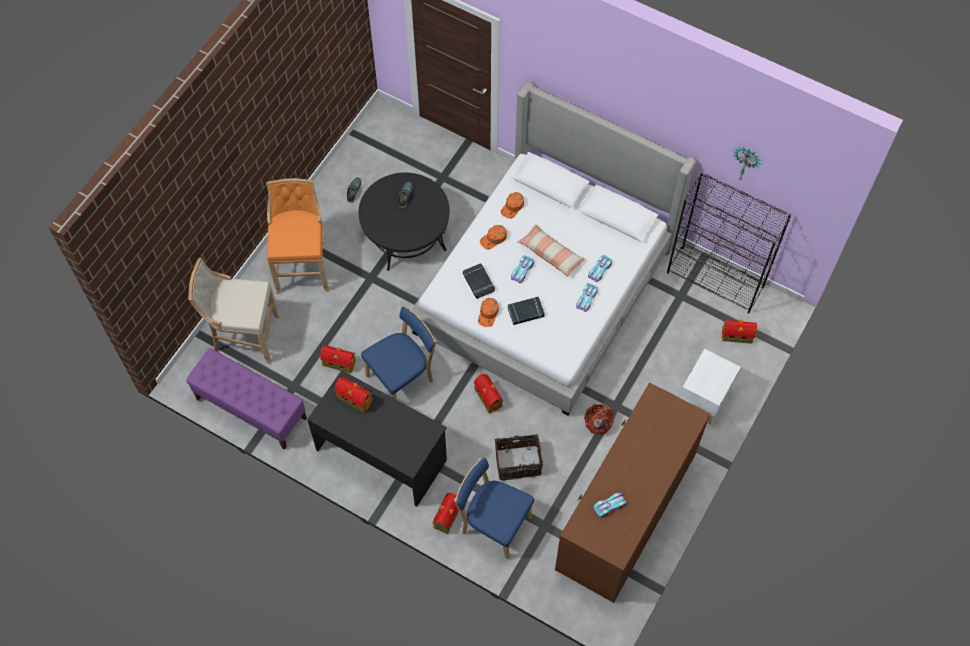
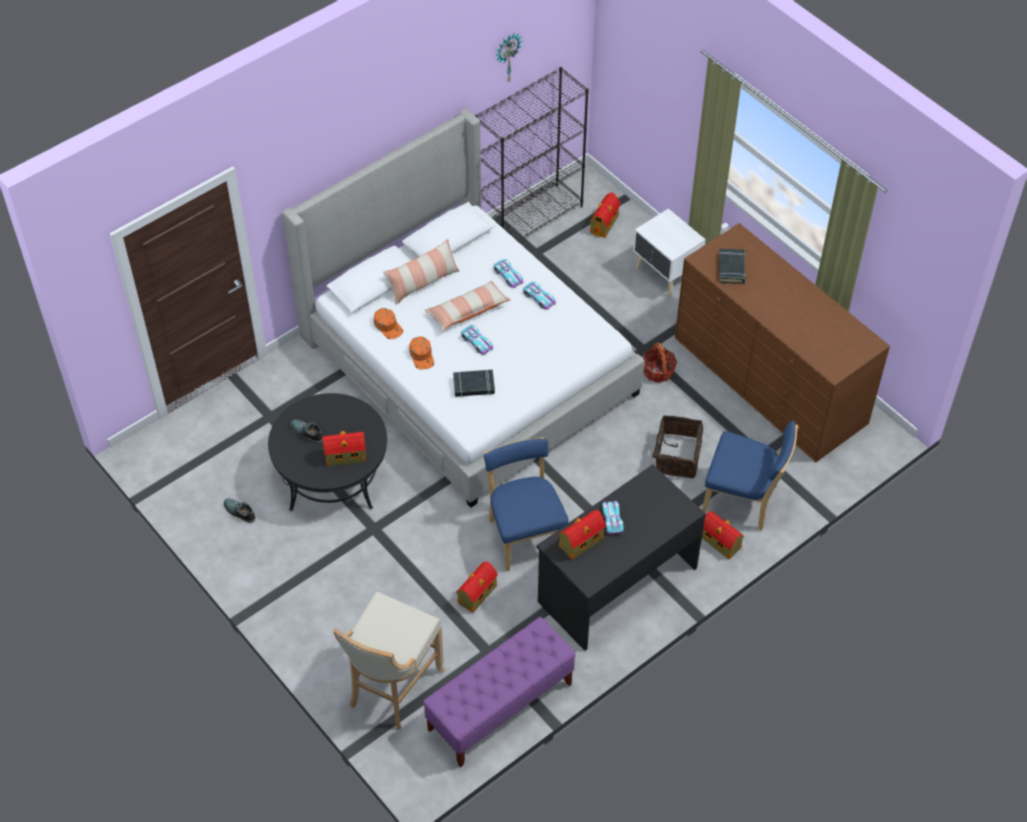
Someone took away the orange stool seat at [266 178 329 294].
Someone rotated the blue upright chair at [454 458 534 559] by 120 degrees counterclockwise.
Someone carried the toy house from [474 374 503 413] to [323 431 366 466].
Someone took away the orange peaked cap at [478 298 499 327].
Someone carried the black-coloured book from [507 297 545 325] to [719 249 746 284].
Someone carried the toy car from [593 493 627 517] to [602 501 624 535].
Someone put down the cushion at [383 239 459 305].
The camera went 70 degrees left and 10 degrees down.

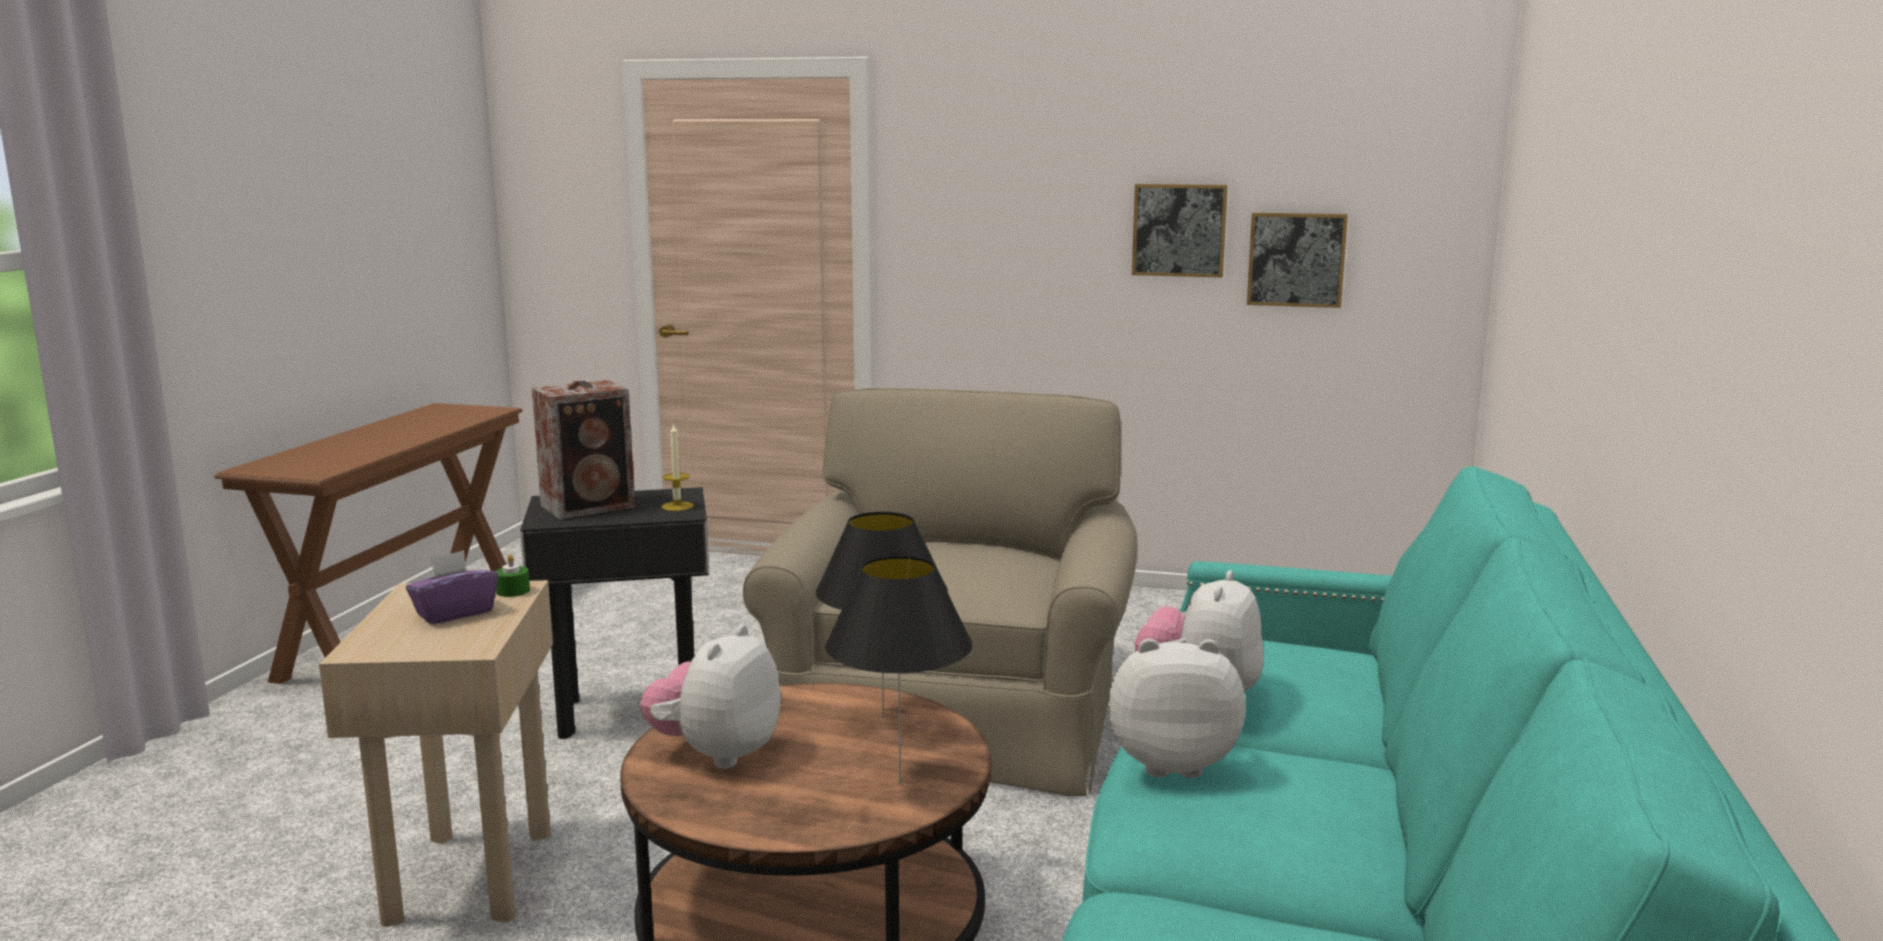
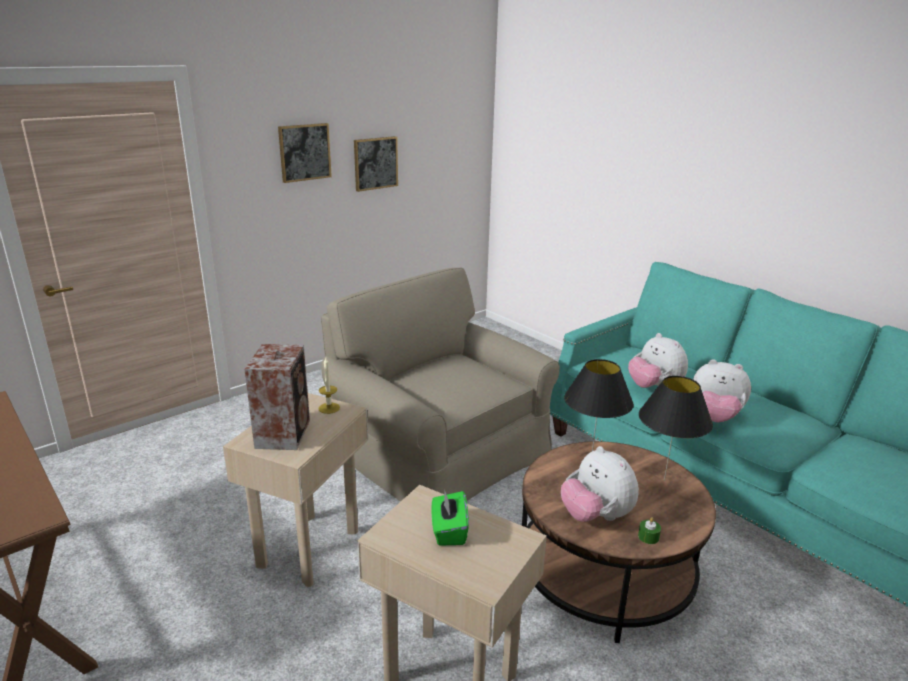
Someone repainted the purple tissue holder at [406 550 498 624], which became the green tissue holder at [432 491 469 546].
Someone carried the green candle from [496 554 530 597] to [638 517 661 544].
Someone repainted the black-coloured end table at [520 487 709 739], which became the beige-coloured end table at [223 393 368 587].
Someone rotated the plush toy at [1108 638 1246 778] by 105 degrees counterclockwise.
Someone carried the wall art from [1247 213 1348 308] to [278 123 332 183].
The camera went 55 degrees left and 10 degrees up.

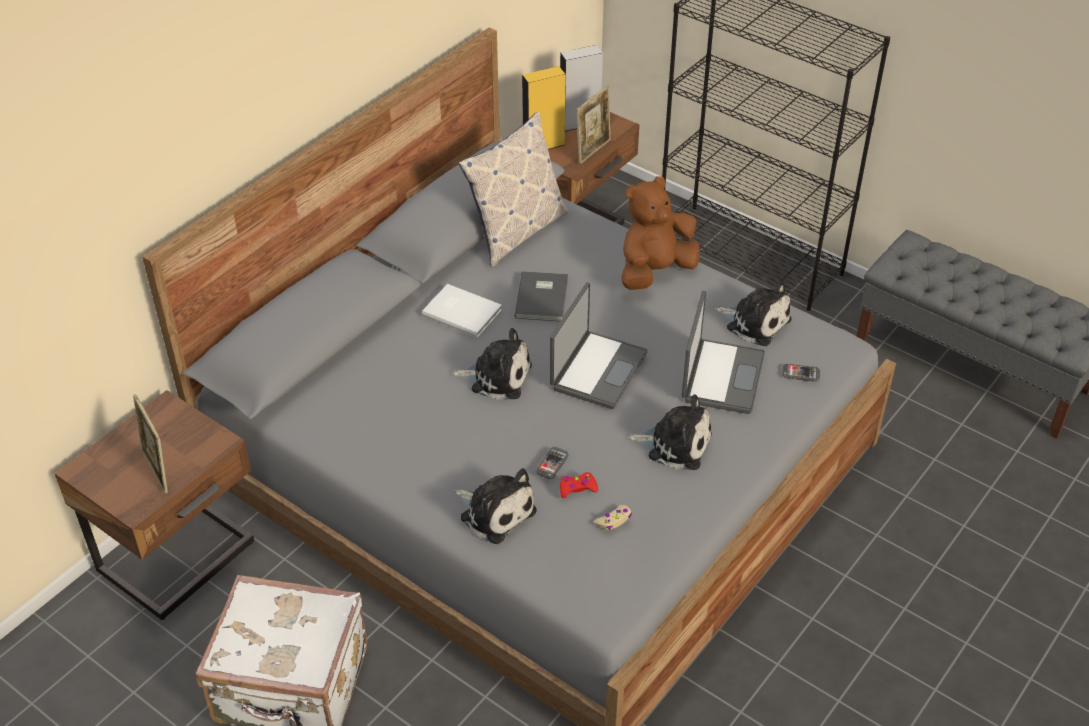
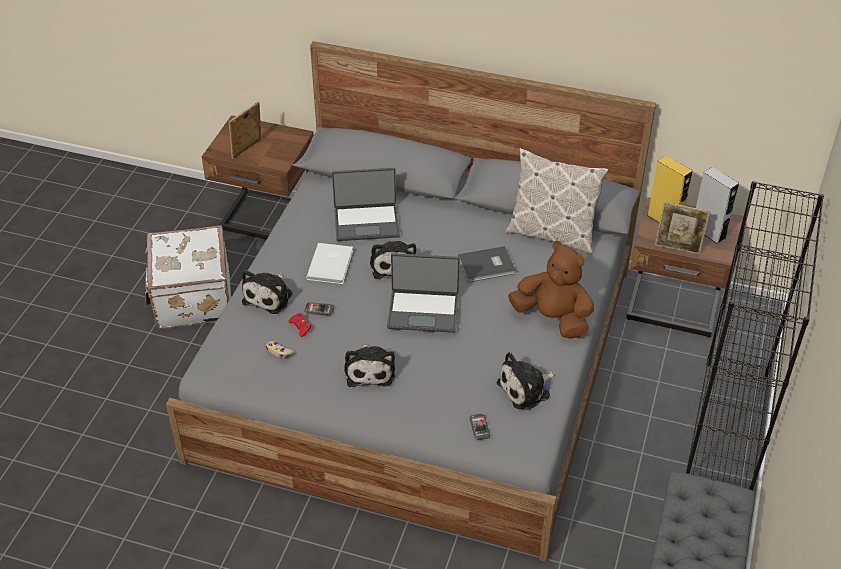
Someone carried the whitish book from [422 284 502 338] to [306 243 353 284].
Someone carried the portable computer from [682 291 765 414] to [332 168 400 241].
Someone rotated the plush toy at [715 280 792 346] by 45 degrees clockwise.
The camera went 70 degrees right and 0 degrees up.

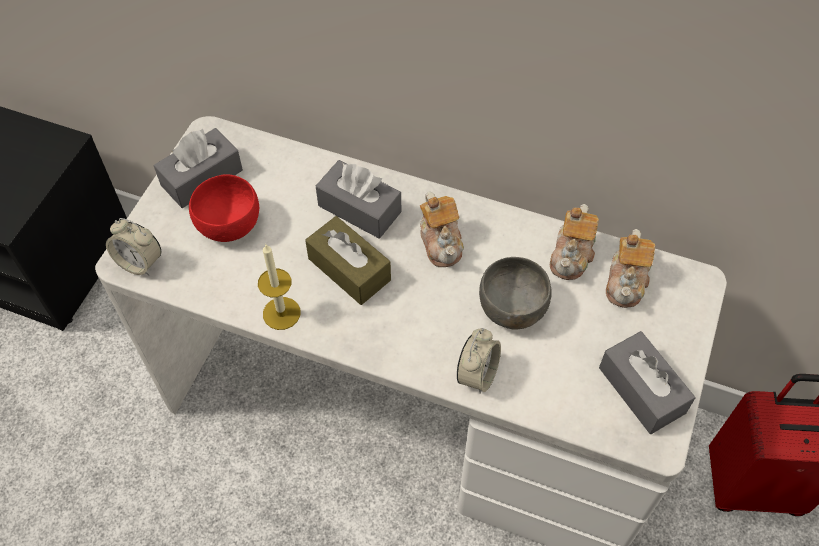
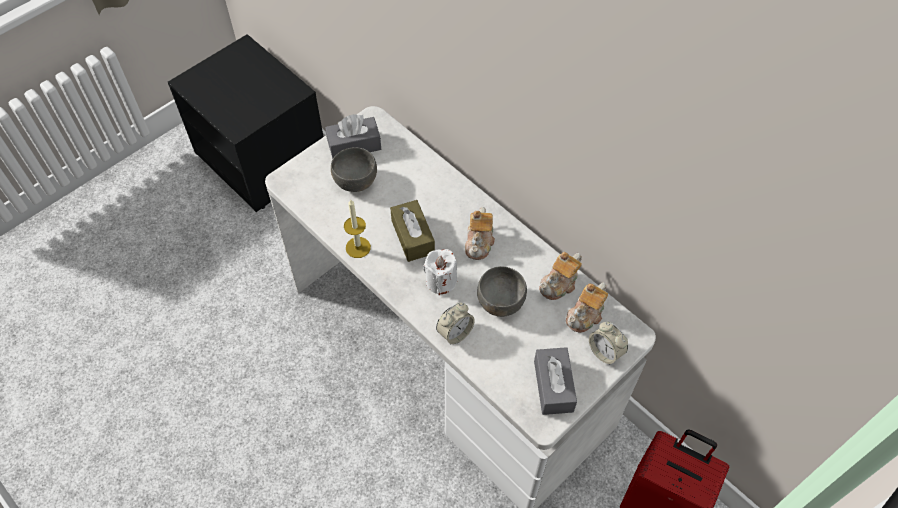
Someone carried the alarm clock from [106 218 161 276] to [589 322 628 365].
Someone repainted the red deep dish at [189 174 259 242], which became the gray deep dish at [331 148 377 192].
Someone took away the gray tissue holder at [316 160 401 238].
Someone put down the whitish candle at [423 249 457 295].
The camera went 25 degrees right and 0 degrees up.

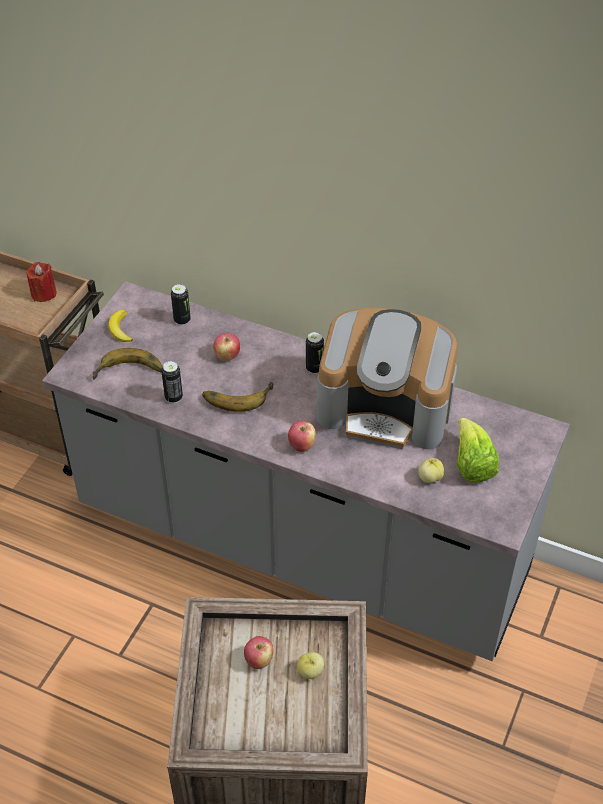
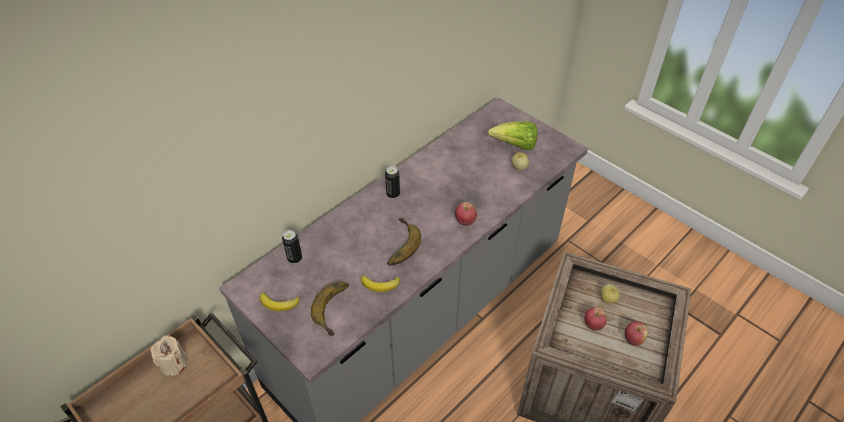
Someone repainted the red candle at [26 262 57 302], which became the beige-coloured candle at [151 335 187 376].
Someone swapped the can at [161 361 183 403] for the banana at [361 276 399 292].
Someone carried the whole apple from [213 333 240 361] to [625 321 648 346].
Someone took away the coffee machine at [317 308 458 449].
The camera went 70 degrees left and 0 degrees up.

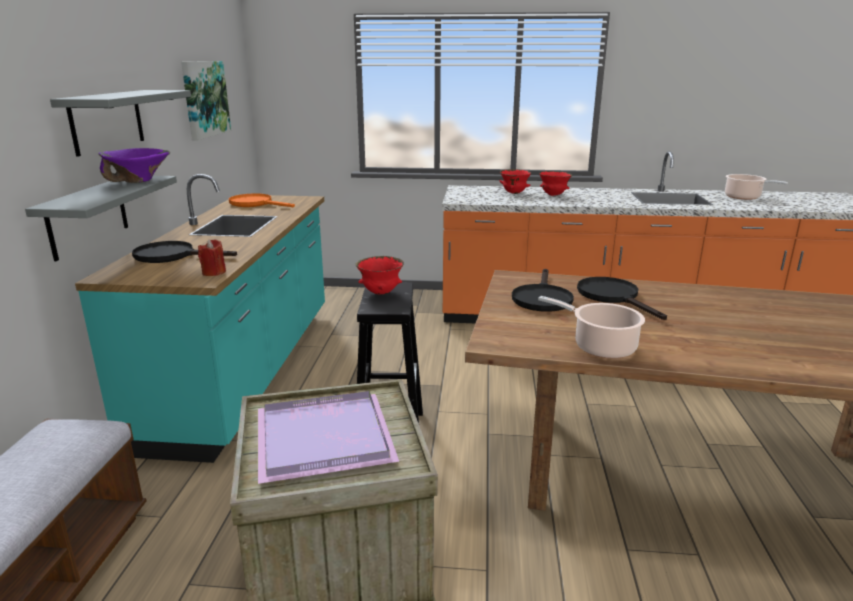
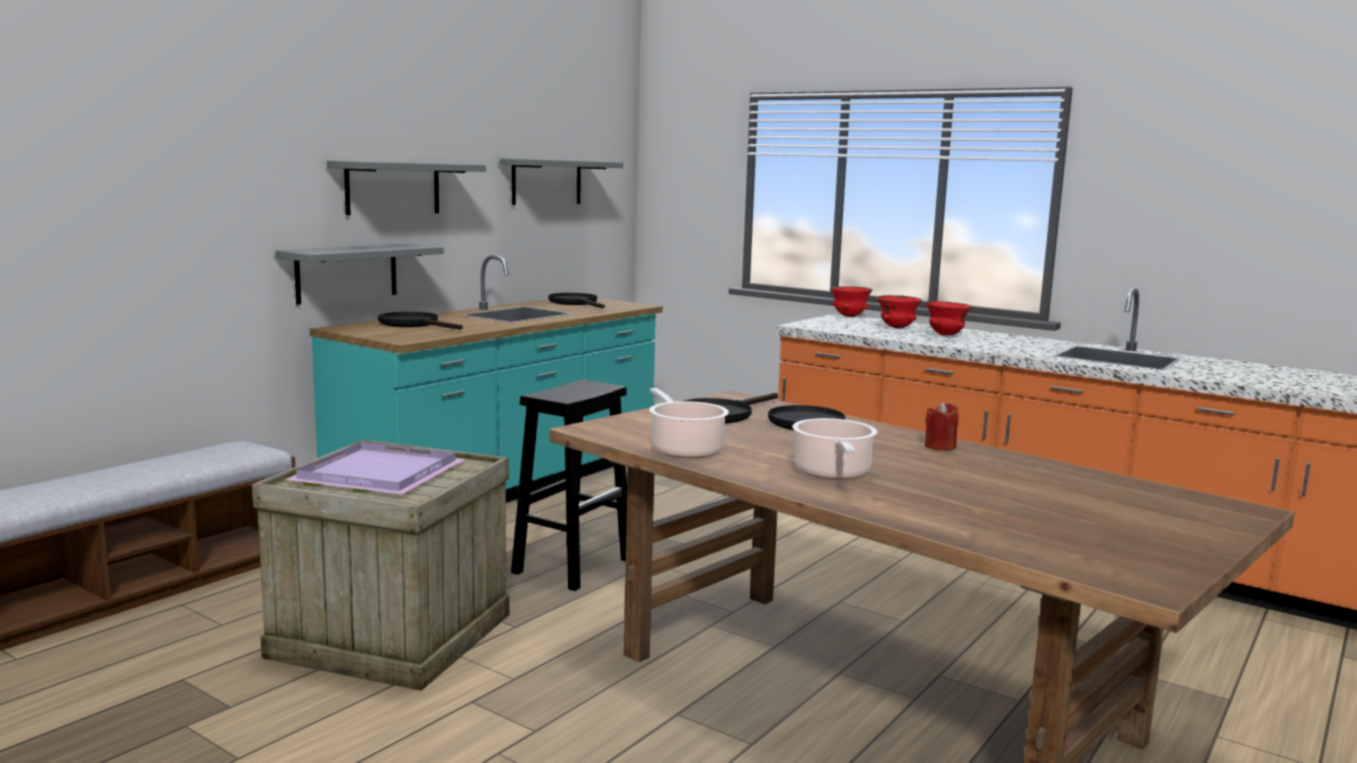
Someone took away the purple deep dish at [98 148 170 183].
Someone swapped the wall art at [181 61 231 140] for the gray shelf at [500 158 623 205].
Someone carried the red candle from [198 240 226 276] to [925 402 959 451].
Someone repainted the orange frying pan at [229 193 295 207], which became the black-coloured frying pan at [548 293 605 308].
Someone carried the red deep dish from [355 256 404 295] to [830 286 872 317].
Someone carried the saucepot from [725 174 788 200] to [792 418 877 480].
The camera went 30 degrees right and 10 degrees down.

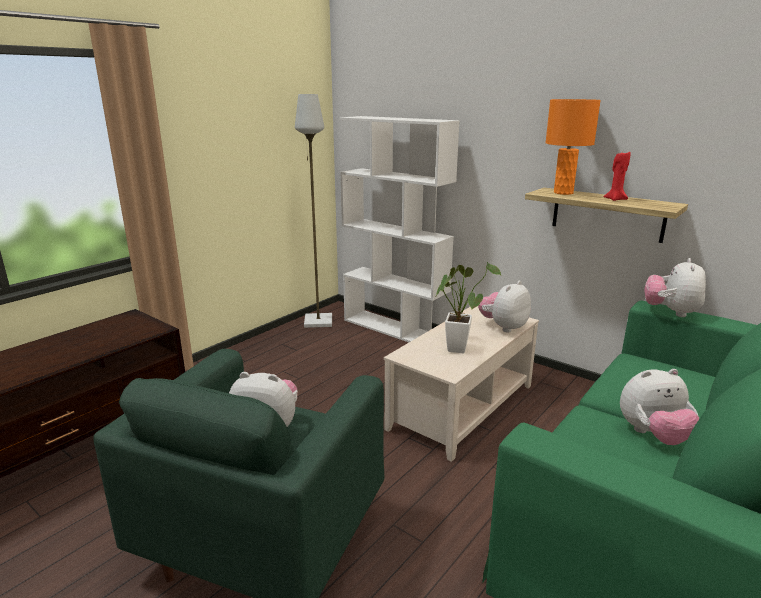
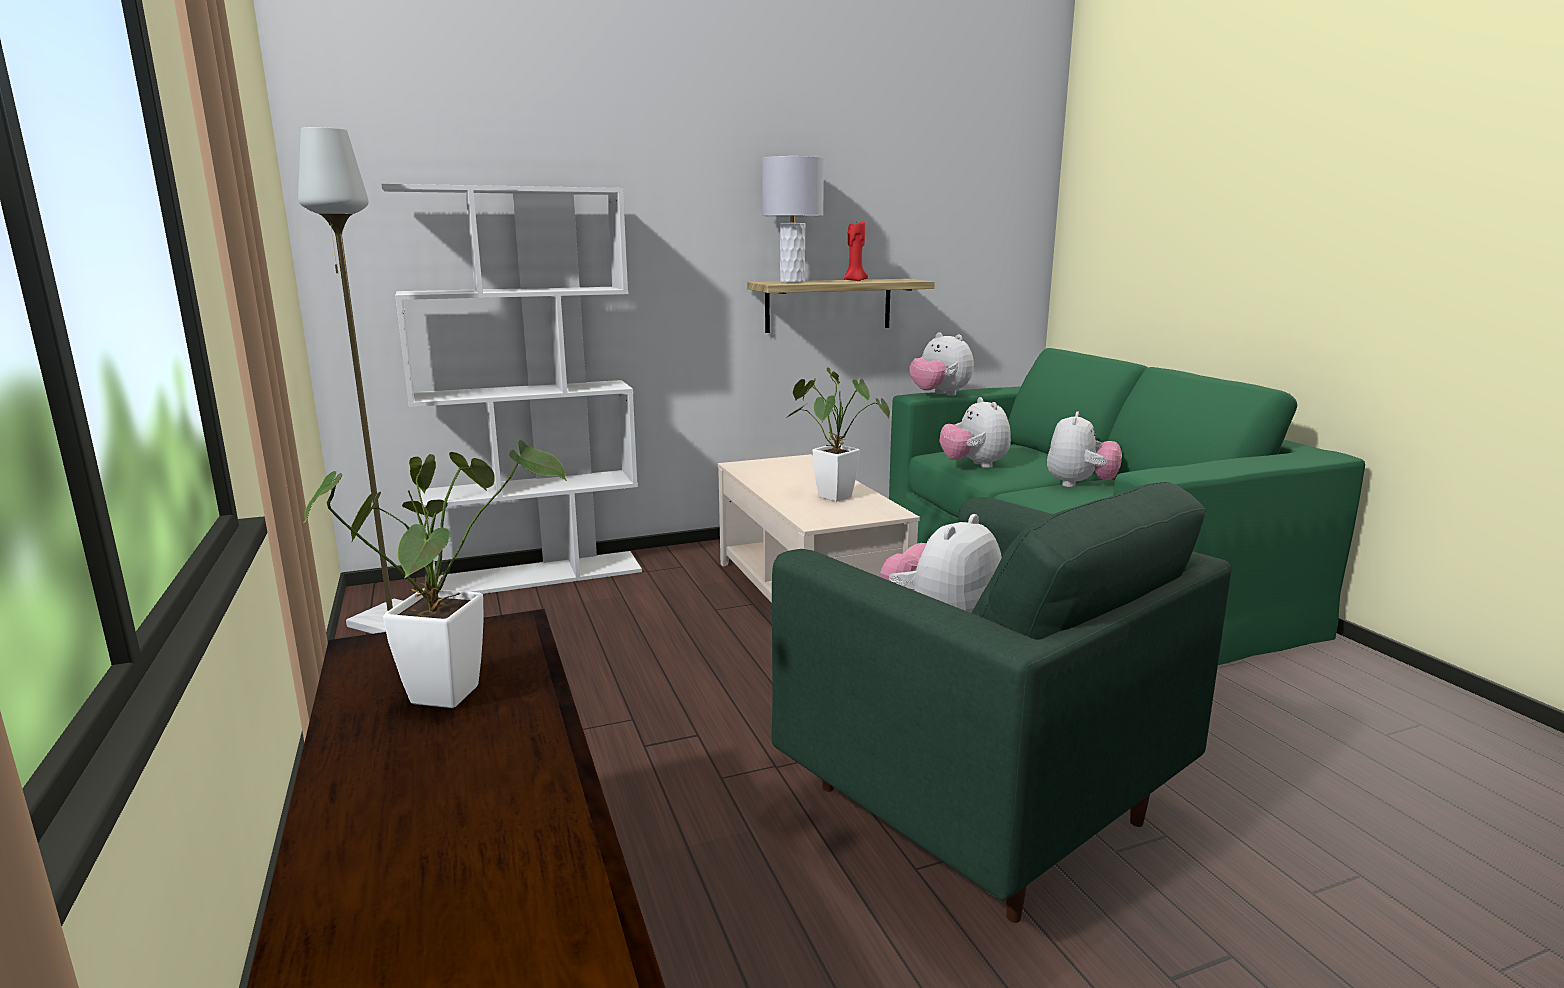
Someone carried the plush toy from [478 281 531 332] to [940 397 1011 468].
Someone repainted the orange lamp for a table at [545 99 601 195], which became the gray lamp for a table at [762 156 824 283].
Someone put down the potted plant at [303 440 567 708].
The camera went 60 degrees left and 5 degrees down.

